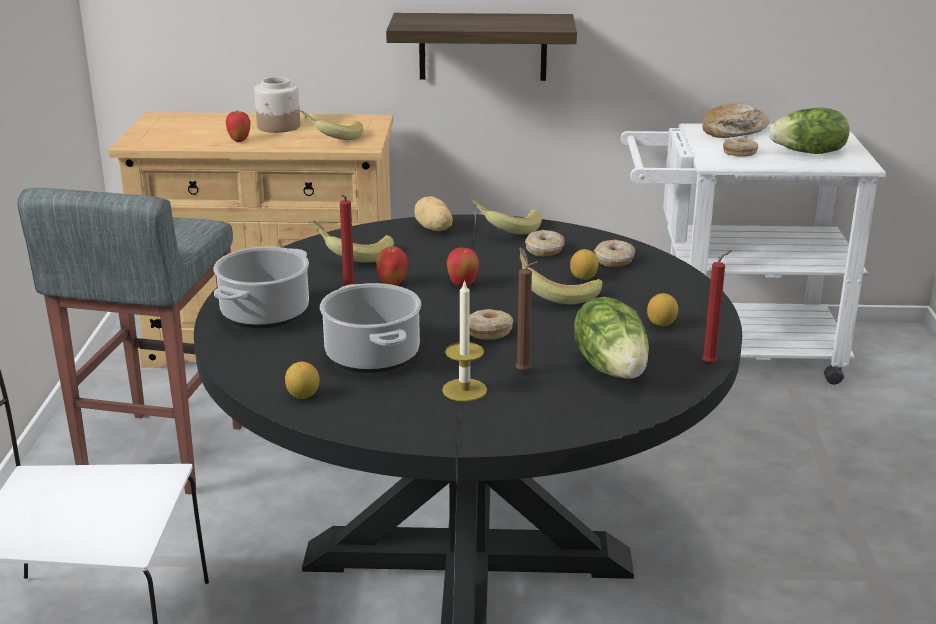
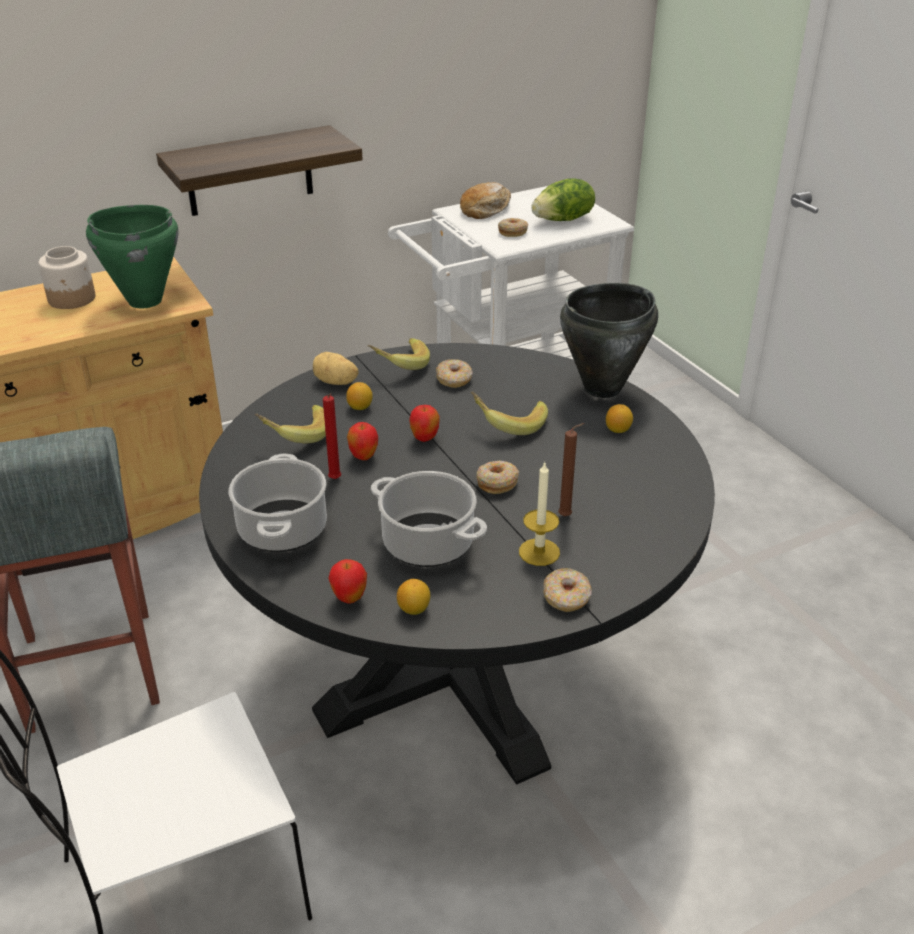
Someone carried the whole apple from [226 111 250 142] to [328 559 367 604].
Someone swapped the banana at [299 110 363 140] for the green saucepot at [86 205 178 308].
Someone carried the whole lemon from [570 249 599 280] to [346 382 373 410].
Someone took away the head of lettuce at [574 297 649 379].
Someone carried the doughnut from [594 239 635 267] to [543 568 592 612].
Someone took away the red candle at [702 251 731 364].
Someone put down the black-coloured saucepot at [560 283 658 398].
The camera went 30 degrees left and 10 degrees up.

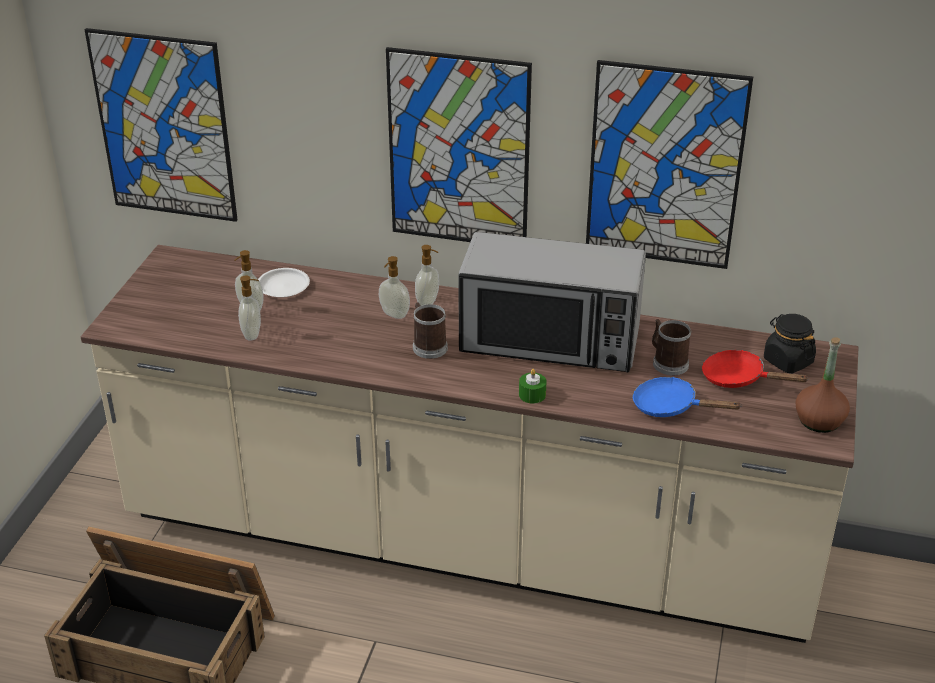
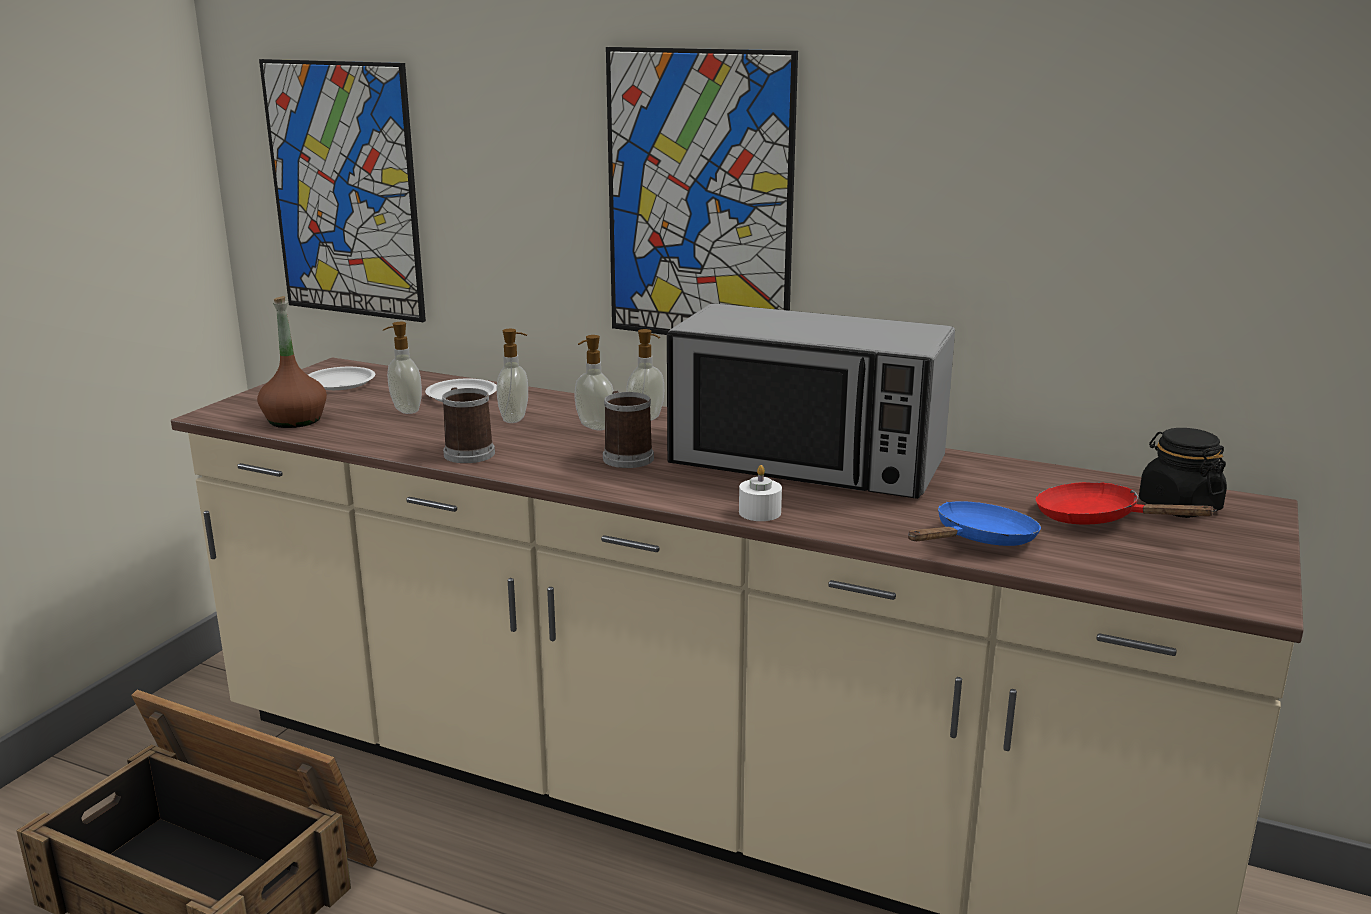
Someone carried the liquid soap bottle from [238 275 261 341] to [496 329 528 423].
Someone repainted the green candle at [519 369 547 404], which became the whitish candle at [739 465 782 521].
Someone took away the wall art at [586 60 753 269].
Someone rotated the blue frying pan at [633 377 742 417] by 105 degrees clockwise.
Someone carried the coffee mug from [652 319 692 375] to [442 387 495 463].
Someone carried the brownish bottle from [795 337 850 433] to [257 296 327 428].
Someone put down the whitish plate at [308 367 375 390].
The camera went 10 degrees right and 15 degrees down.

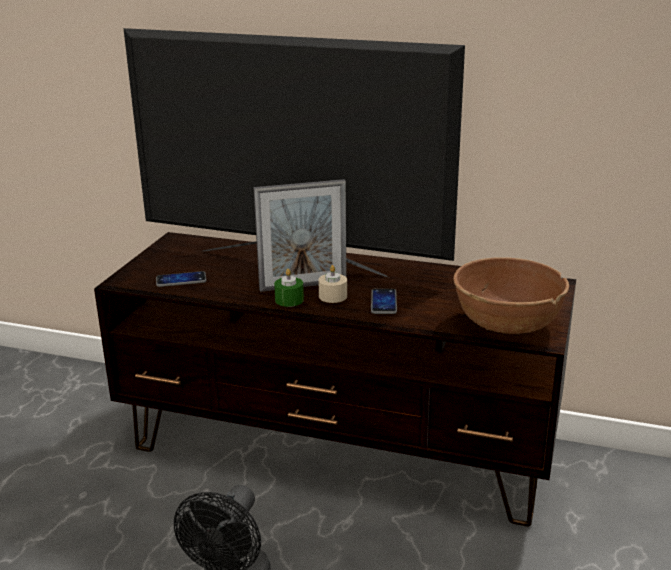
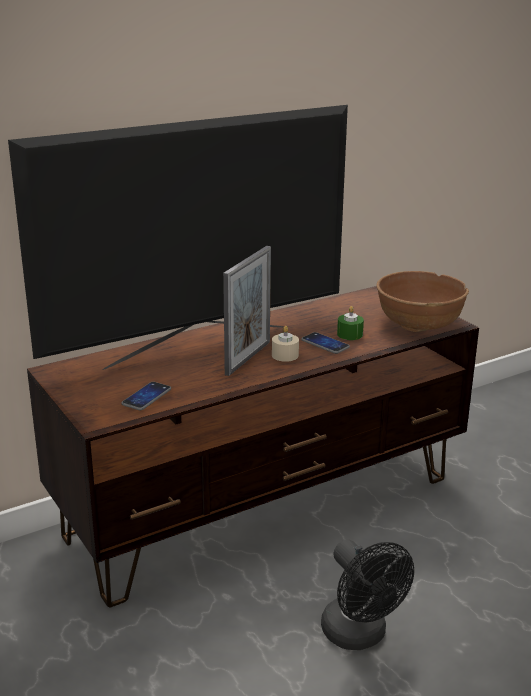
Someone carried the green candle from [274 269 304 307] to [337 306 364 340].
The camera went 50 degrees left and 0 degrees up.

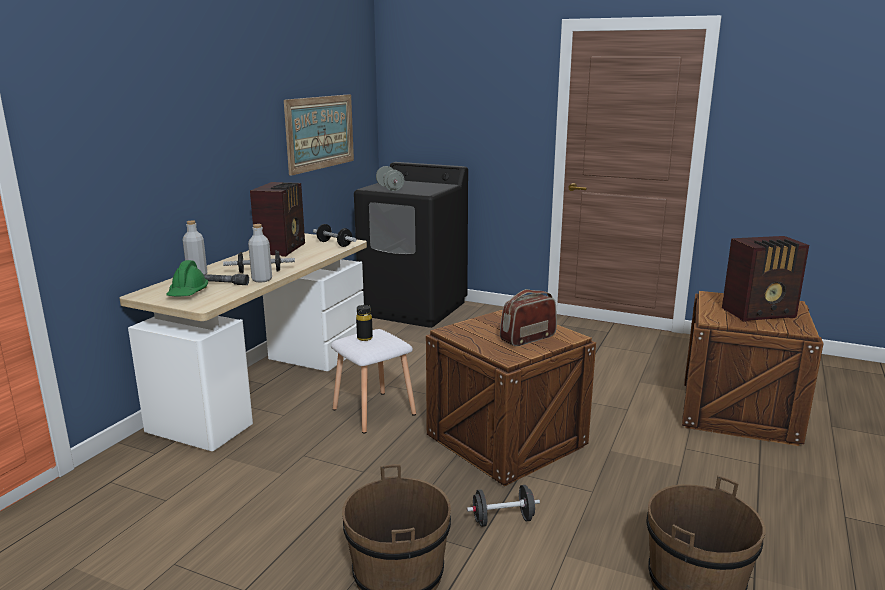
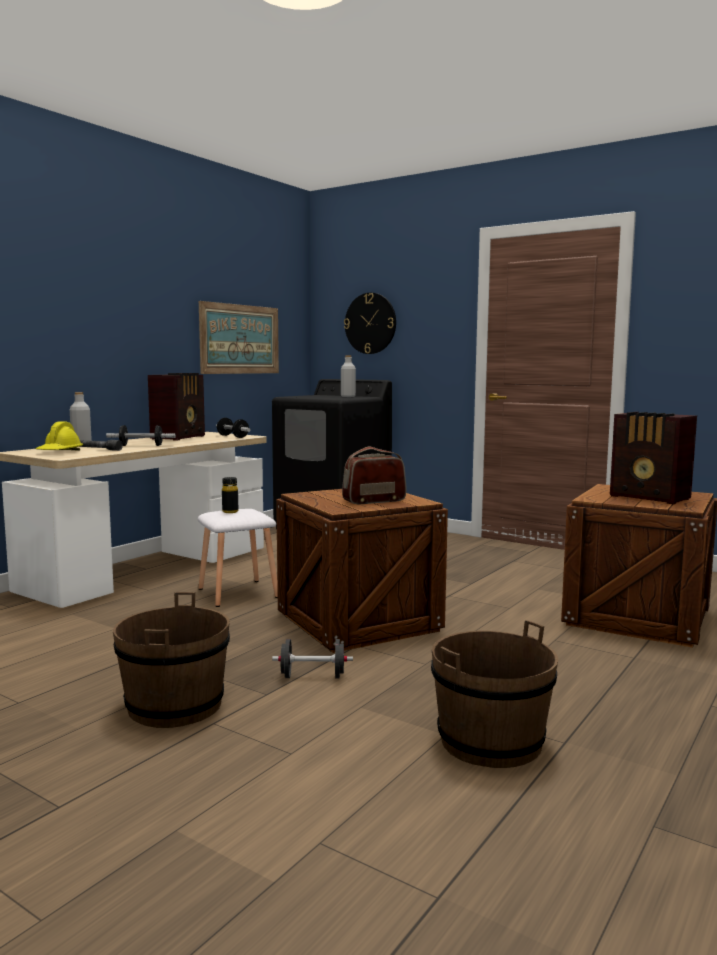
Someone repainted the green work helmet at [166 260 208 296], which became the yellow-coloured work helmet at [36 421 83 451].
Someone carried the gray bottle from [248 224 272 282] to [341 355 356 397].
Someone took away the gray free weight at [376 166 404 191].
Someone rotated the radio receiver at [722 236 809 322] by 45 degrees clockwise.
Someone put up the clock on the wall at [344 293 396 354].
The camera went 10 degrees right and 10 degrees down.

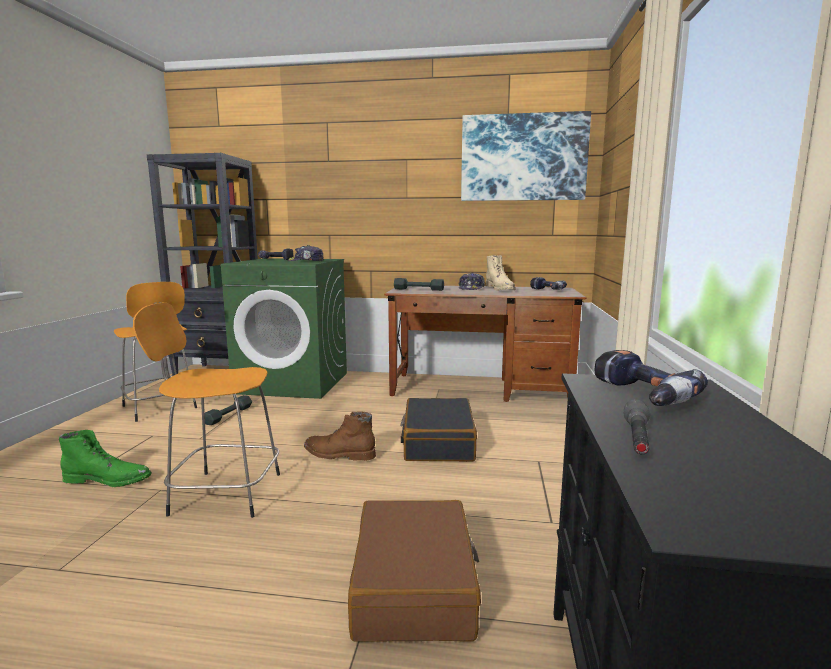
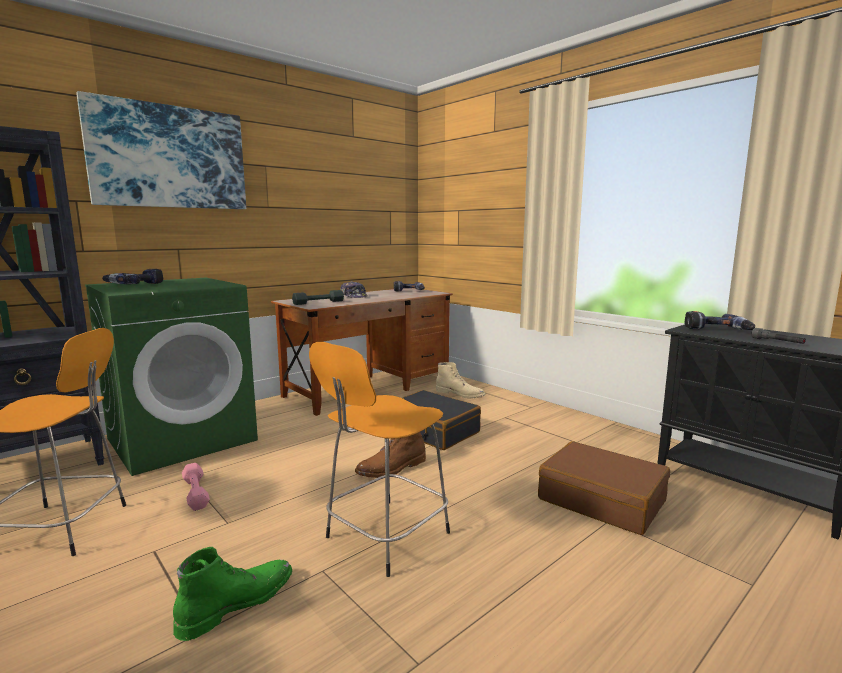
Someone repainted the gray free weight at [205 395 252 425], which became the pink-coloured free weight at [182 463 210 511].
Someone took away the peaked cap at [288 245 324 261].
Someone carried the wall art from [461 111 591 201] to [76 91 246 209].
Someone carried the beige-coloured boot from [486 255 516 291] to [436 362 486 399].
The camera went 50 degrees left and 0 degrees up.

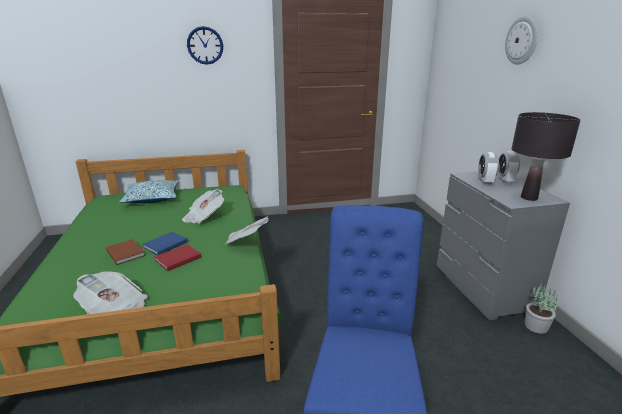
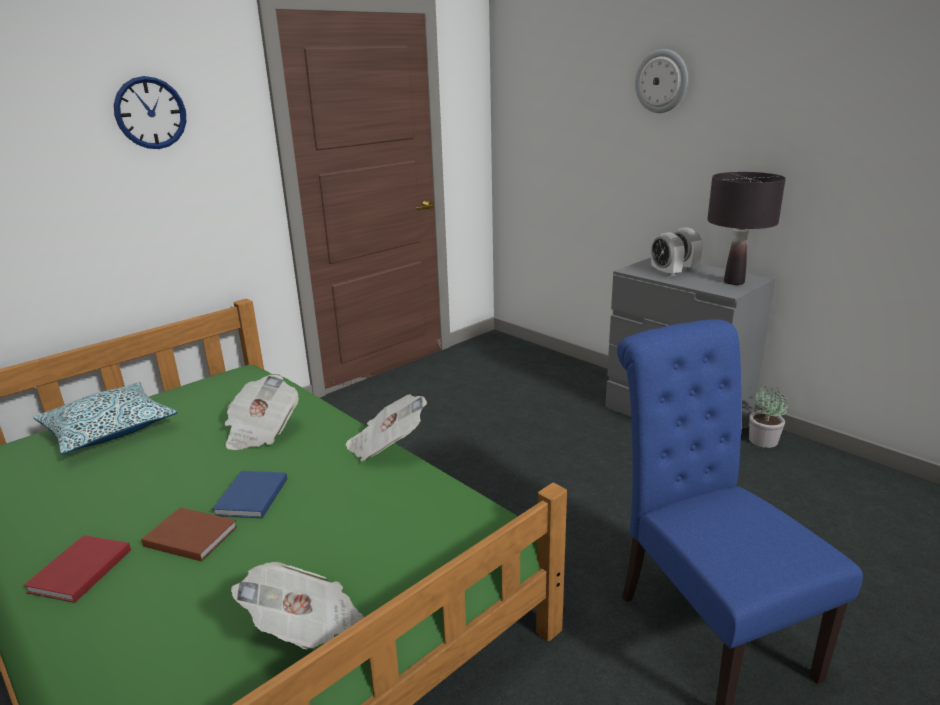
Someone carried the red book from [154 244 202 271] to [23 535 131 603].
The camera went 30 degrees left and 0 degrees up.

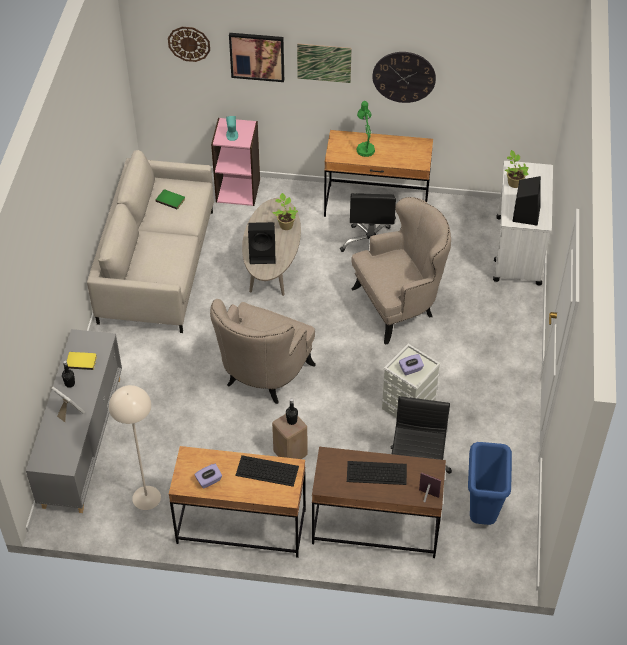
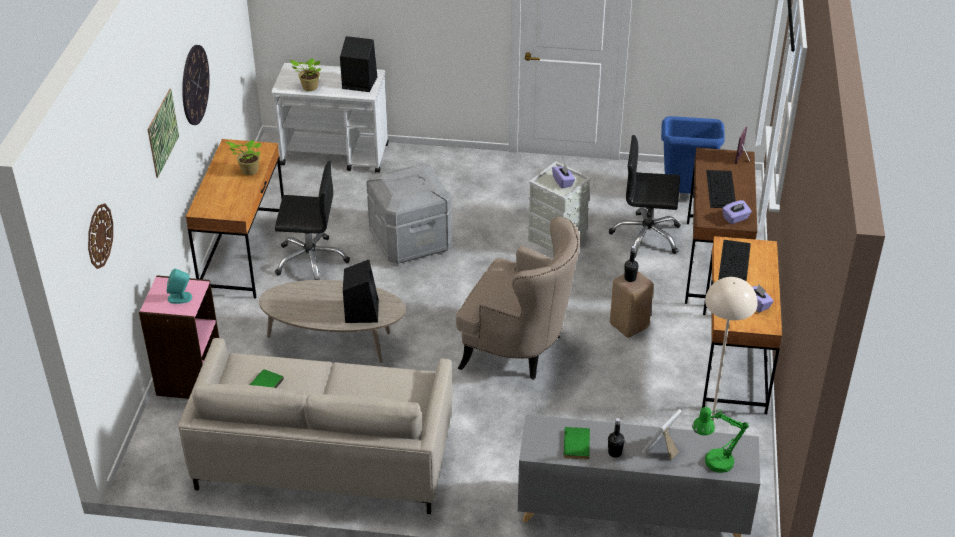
Someone repainted the yellow-coloured book at [67 352 97 370], which became the green book at [564 427 590 460].
Someone took away the wall art at [229 33 284 82].
Someone carried the potted plant from [272 193 298 230] to [226 140 261 175].
Someone swapped the beige-coloured lounge chair at [351 197 451 345] for the gray storage bin at [366 162 452 264].
Someone carried the green lamp for a table from [356 101 375 157] to [692 407 749 473].
Someone put down the purple tissue holder at [722 200 752 224].
The camera went 90 degrees left and 10 degrees down.

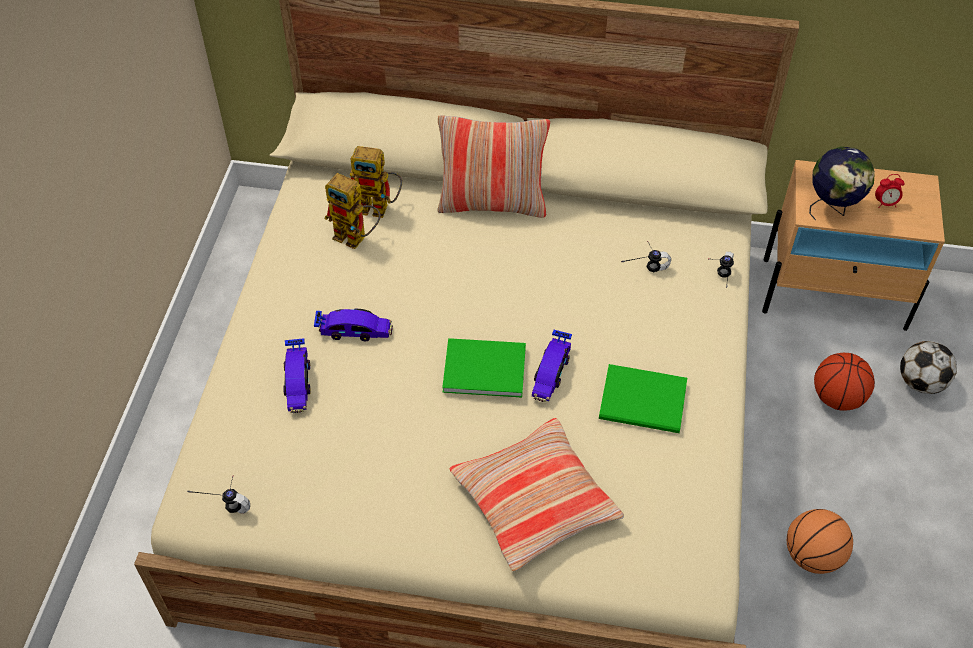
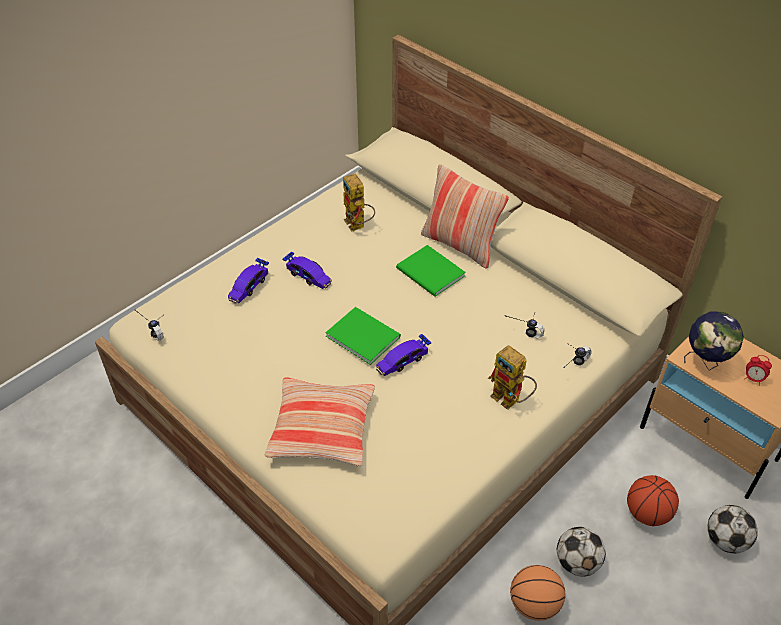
Someone carried the toy robot from [349 146 402 218] to [488 345 537 410].
Someone carried the green book from [599 364 687 433] to [396 245 466 297].
Someone put down the ball for football at [557 527 606 577].
The camera went 35 degrees right and 5 degrees down.

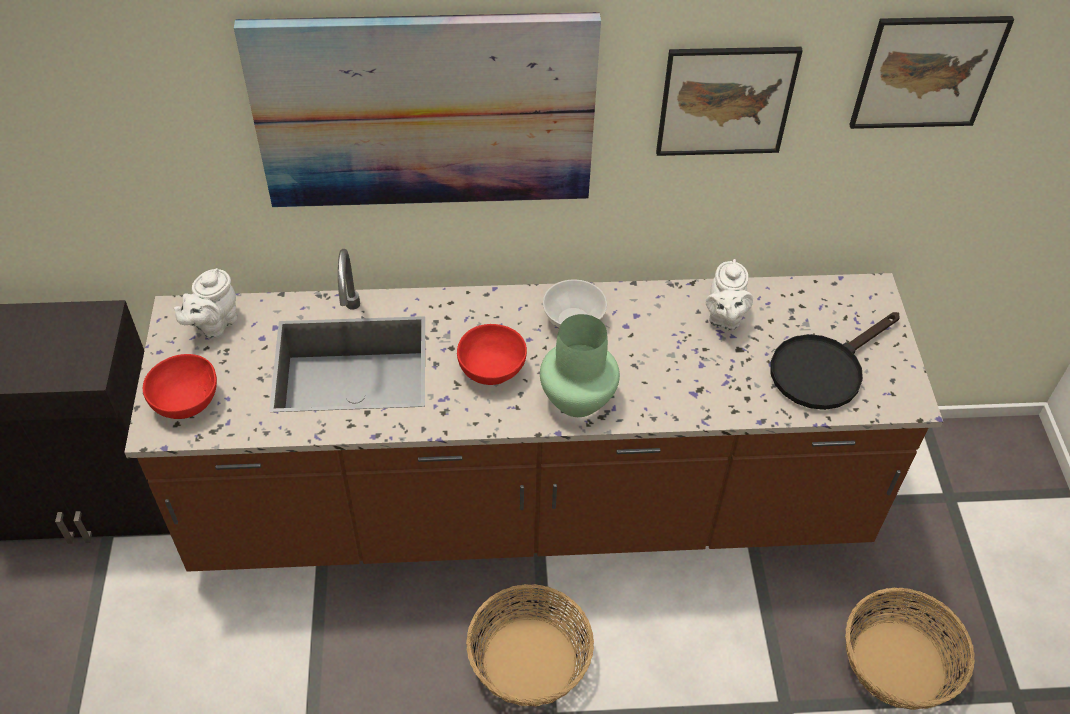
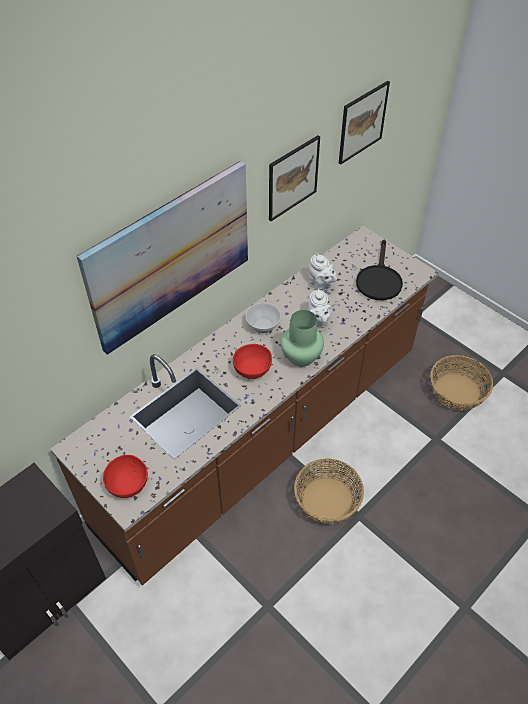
Someone carried the whitish tea pot from [174 268 237 339] to [308 289 333 328].
The camera went 40 degrees left and 0 degrees up.

